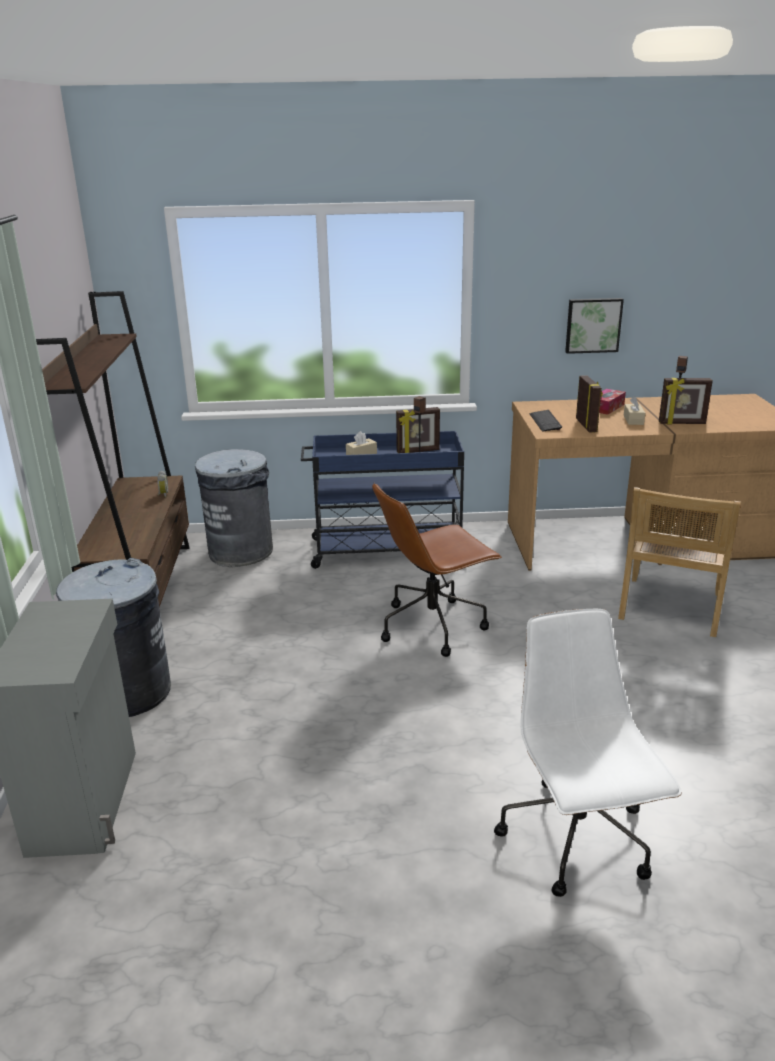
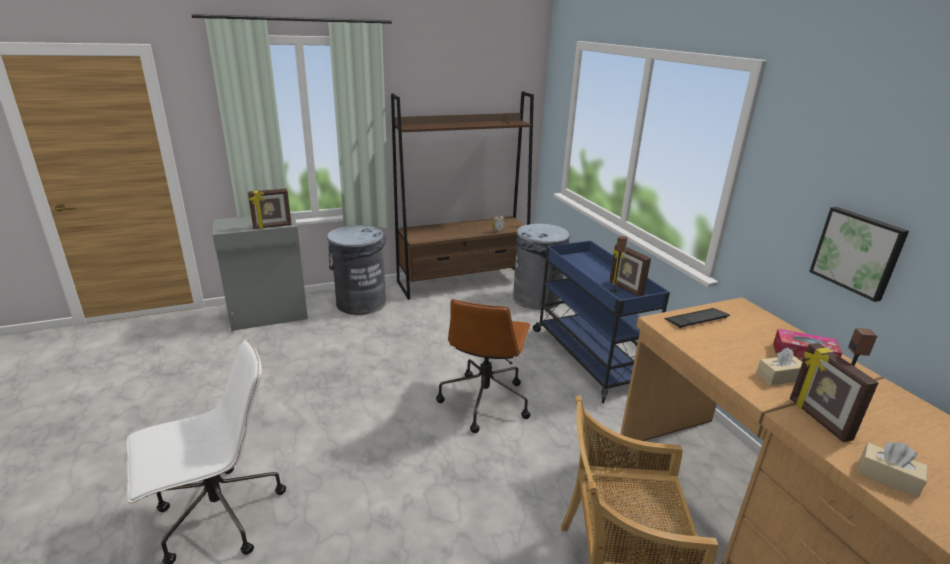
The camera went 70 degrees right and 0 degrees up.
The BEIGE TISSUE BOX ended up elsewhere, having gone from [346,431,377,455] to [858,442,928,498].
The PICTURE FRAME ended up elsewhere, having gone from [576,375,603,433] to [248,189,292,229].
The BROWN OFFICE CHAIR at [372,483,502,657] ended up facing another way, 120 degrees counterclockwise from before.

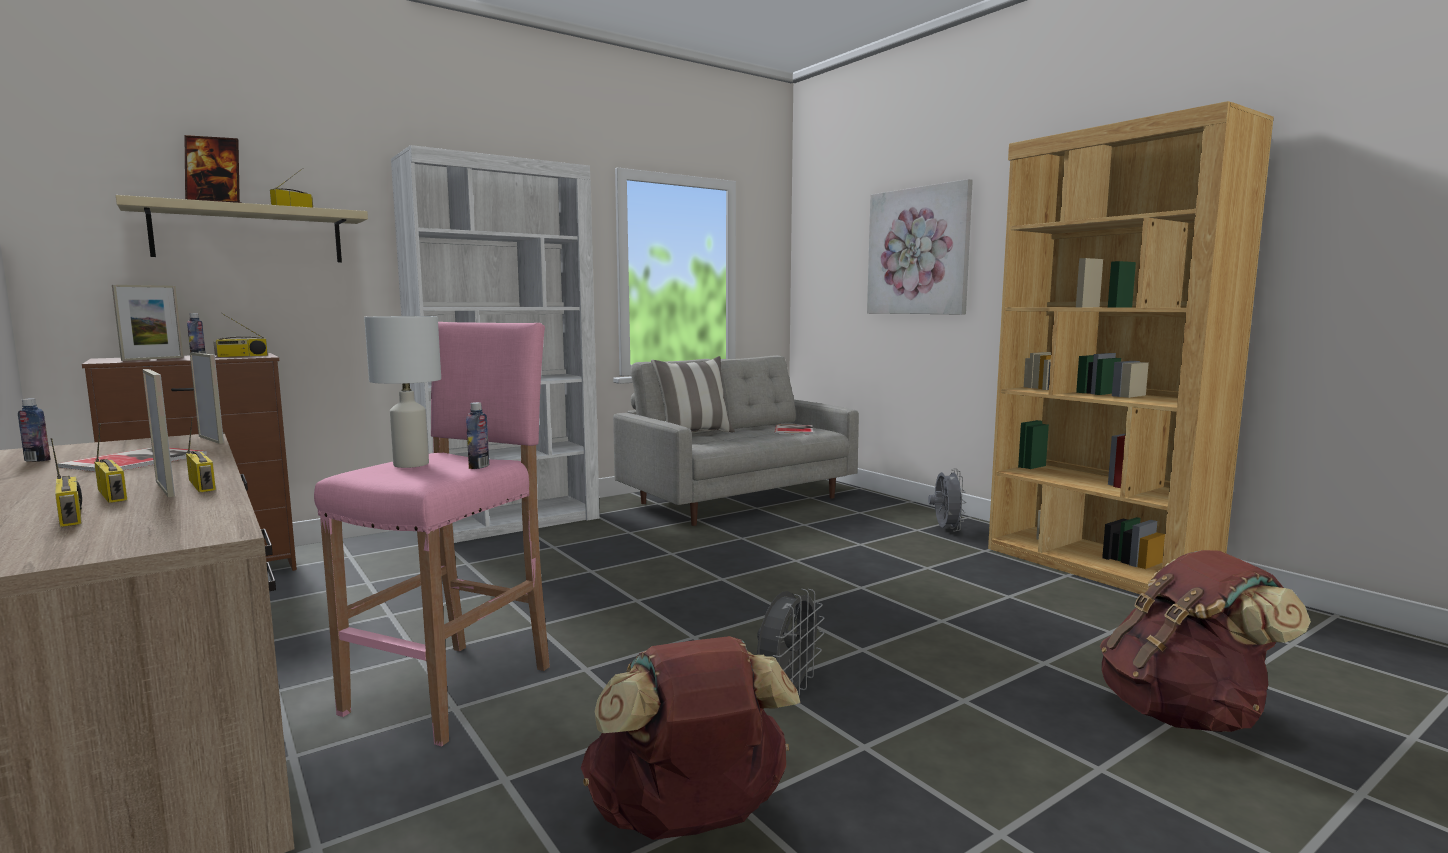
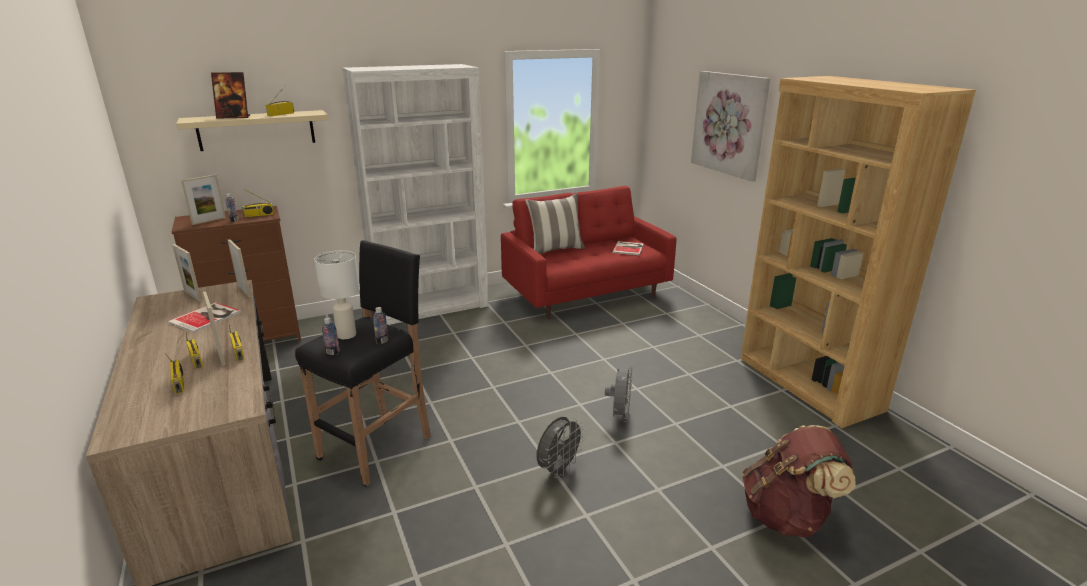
The camera went 10 degrees right and 15 degrees up.
The second view lost the BROWN BACKPACK at [581,636,801,840].
The second view gained the PICTURE FRAME at [172,244,202,302].
The BOTTLE ended up elsewhere, having gone from [18,398,51,462] to [322,317,340,355].
The GREY FAN ended up elsewhere, having gone from [928,468,966,531] to [605,366,632,422].
What was the PINK STOOL at [314,322,550,747] turned into the BLACK STOOL at [295,240,431,487].
What was the GREY SOFA at [613,355,859,526] turned into the RED SOFA at [501,186,677,319].

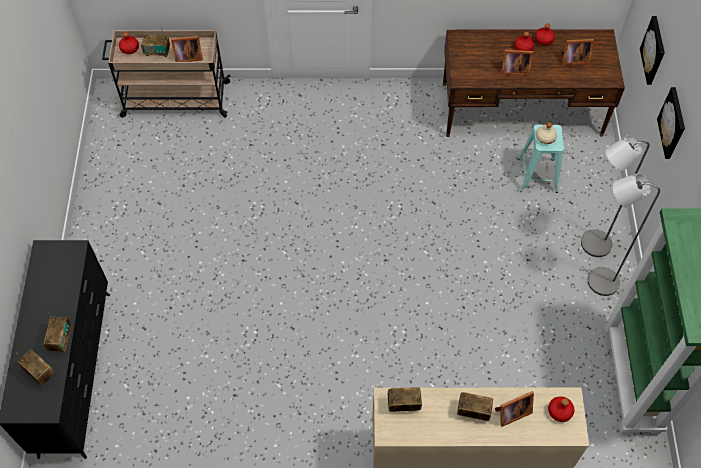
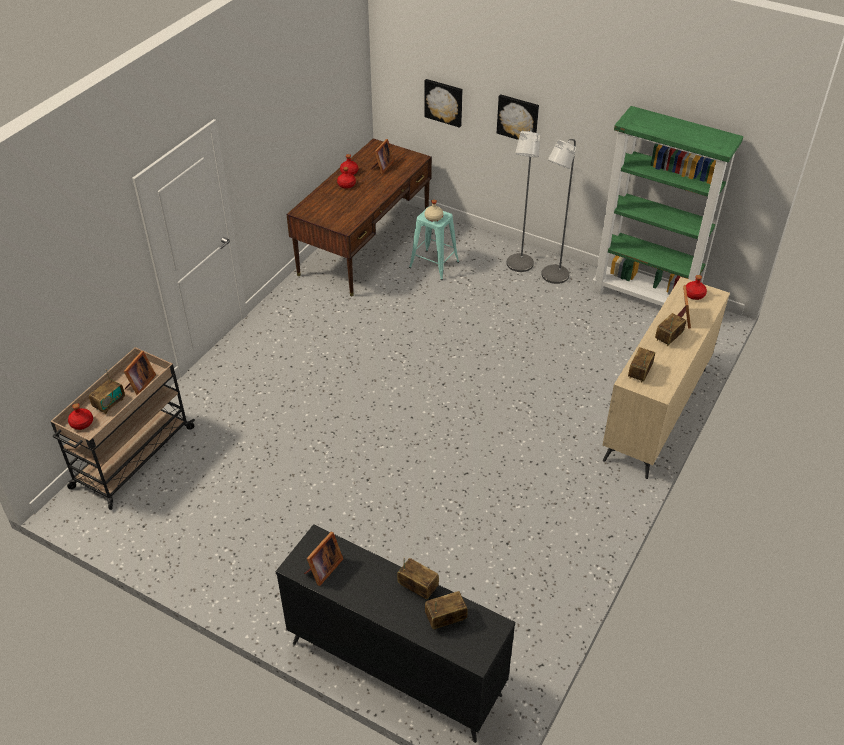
The camera went 60 degrees left and 15 degrees down.
The PICTURE FRAME ended up elsewhere, having gone from [501,50,533,76] to [304,532,343,586].

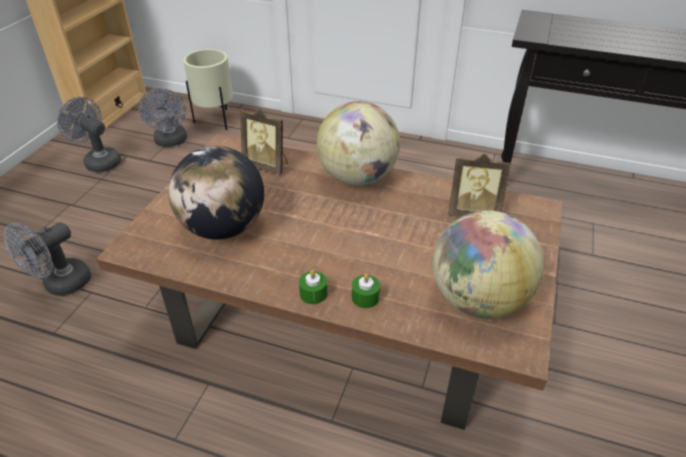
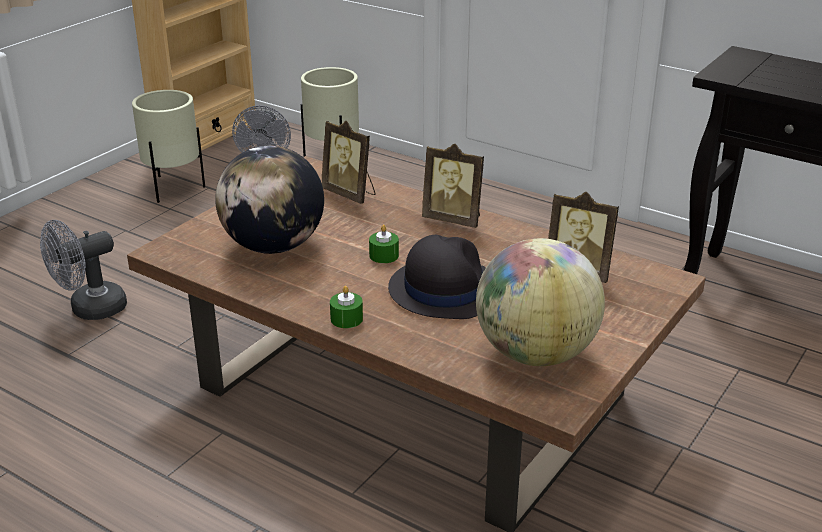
The camera went 15 degrees right and 10 degrees down.
The second view gained the BLACK HAT at [388,235,486,319].
The GREEN CANDLE ended up elsewhere, having gone from [352,274,380,308] to [369,225,399,263].
Where the GREY FAN stood at [57,97,121,173], the BEIGE PLANTER came to stand at [132,90,205,203].
Where the GLOBE stood at [317,101,400,185], the PICTURE FRAME came to stand at [422,144,484,228].

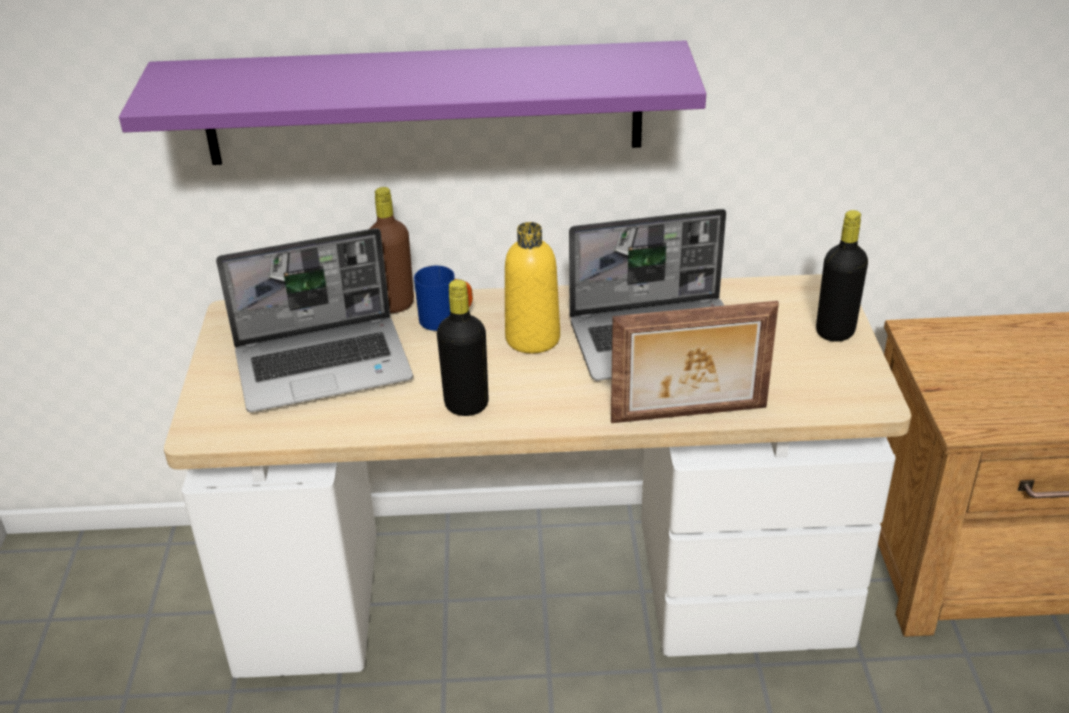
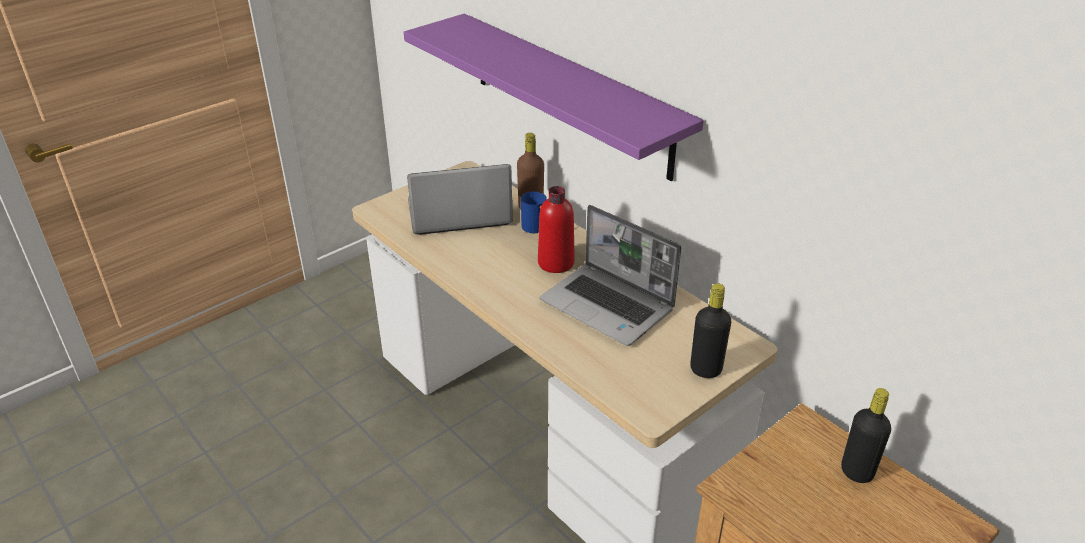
The camera went 50 degrees right and 0 degrees up.
The second view lost the PICTURE FRAME at [611,301,779,423].
The BLACK BOTTLE ended up elsewhere, having gone from [437,280,488,416] to [841,388,891,483].
What was the YELLOW BOTTLE at [505,222,560,354] turned into the RED BOTTLE at [538,186,575,273].
The LAPTOP at [216,228,413,412] ended up facing another way, 135 degrees clockwise from before.

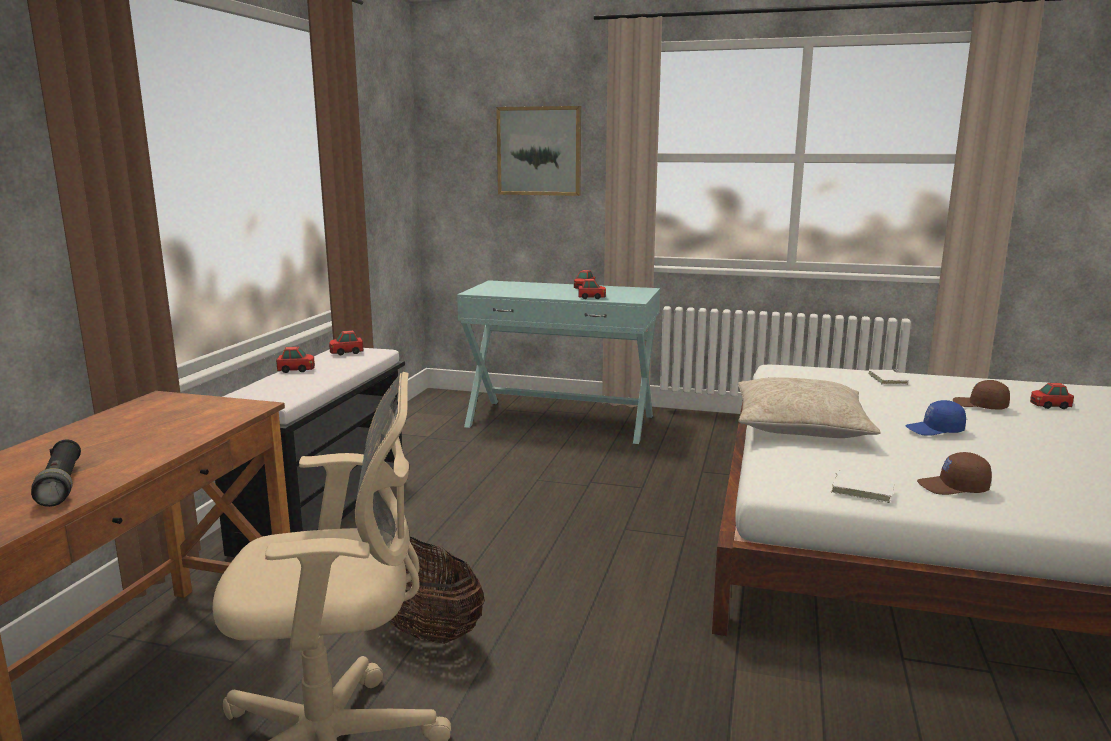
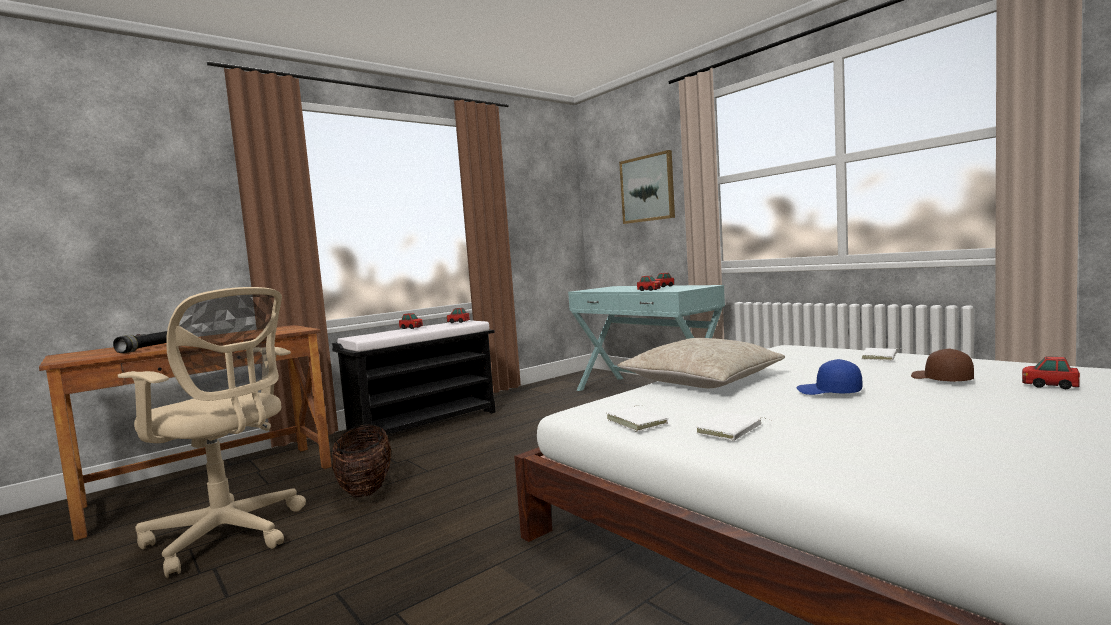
The camera went 35 degrees right and 10 degrees down.
Where the BROWN CAP stood at [917,452,992,495], the WHITE BOOK came to stand at [696,412,774,441].

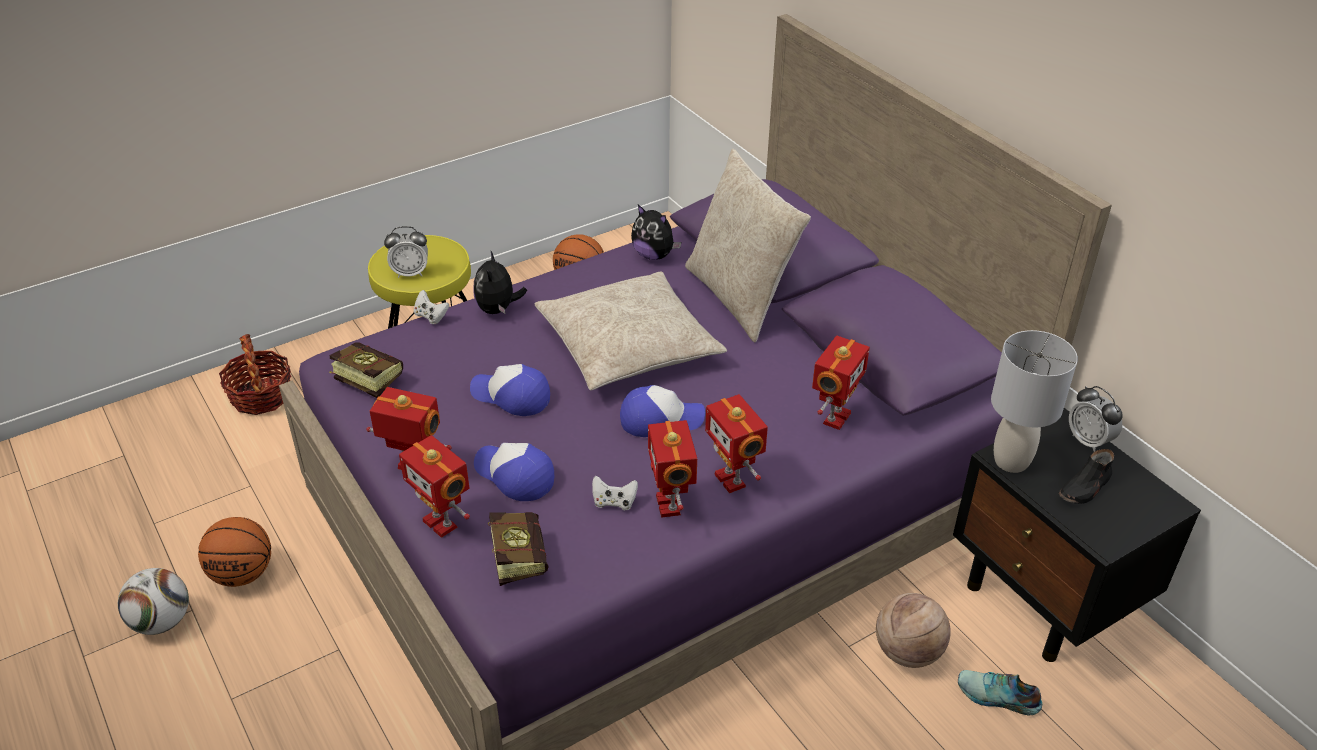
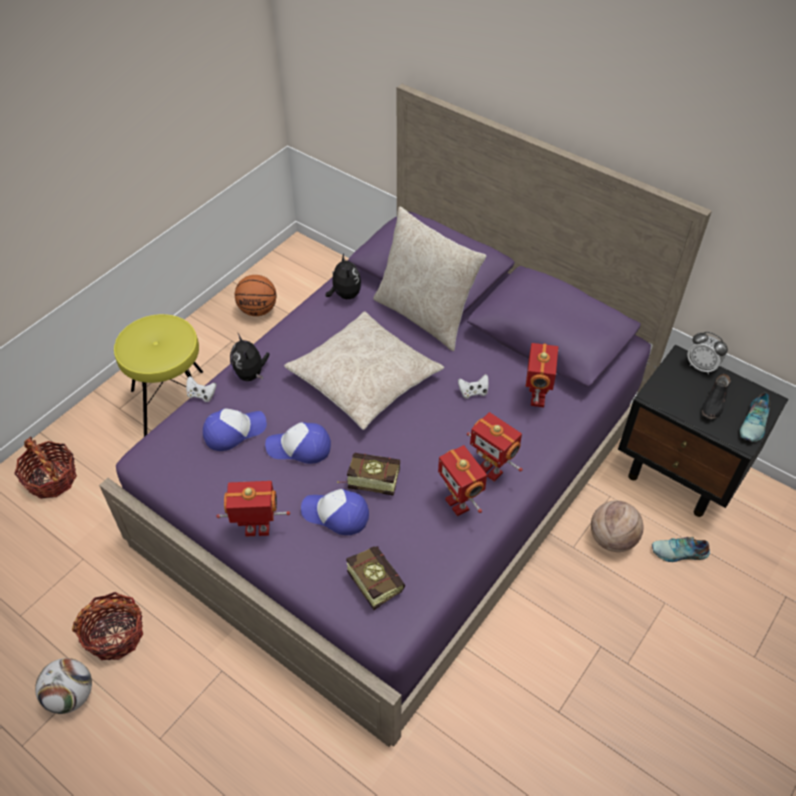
The camera went 20 degrees left and 10 degrees up.
The second view lost the ALARM CLOCK at [384,226,428,278].
The second view lost the TOY ROBOT at [399,435,470,538].
The second view lost the GREY TABLE LAMP at [991,330,1078,473].
The second view gained the SHOE at [739,393,770,442].
The BOOK ended up elsewhere, having gone from [330,342,403,398] to [337,453,400,496].
The WHITE GAME CONTROLLER ended up elsewhere, having gone from [592,476,638,510] to [458,374,489,399].
The CAP ended up elsewhere, having gone from [620,385,705,437] to [203,408,267,451].
Where the BASKETBALL stood at [198,517,271,587], the BASKET came to stand at [72,592,143,660].
The PLUSH TOY at [631,205,681,260] ended up facing another way, 120 degrees counterclockwise from before.

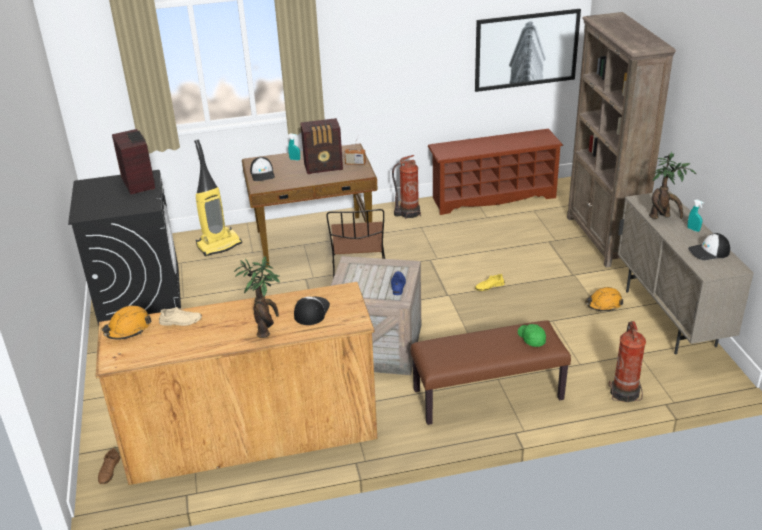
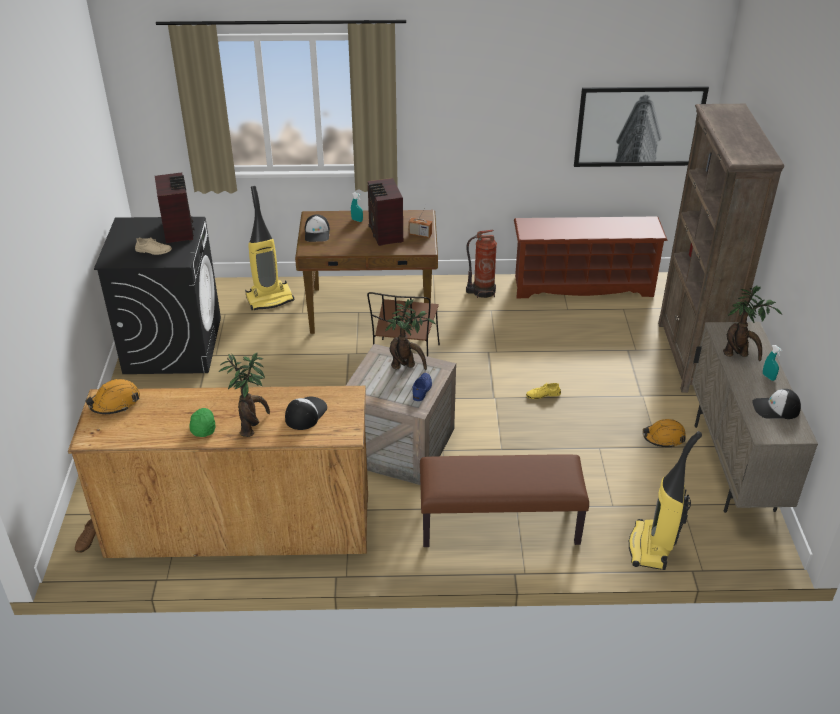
The camera went 10 degrees right and 5 degrees up.
The second view gained the POTTED PLANT at [385,299,436,370].
The BEIGE SHOE ended up elsewhere, having gone from [159,307,202,326] to [135,238,172,255].
The GREEN CAP ended up elsewhere, having gone from [518,324,546,347] to [189,408,216,437].
Where the FIRE EXTINGUISHER stood at [609,321,646,402], the VACUUM CLEANER came to stand at [629,431,702,570].
The RADIO at [300,118,343,174] ended up facing another way, 75 degrees clockwise from before.

